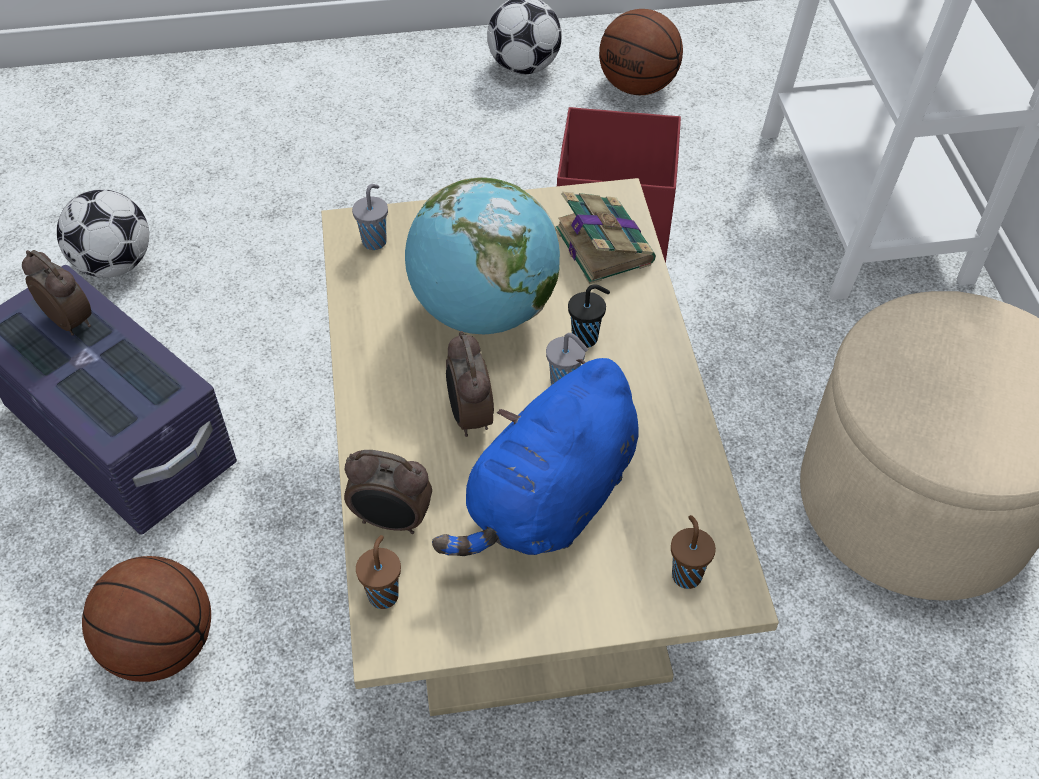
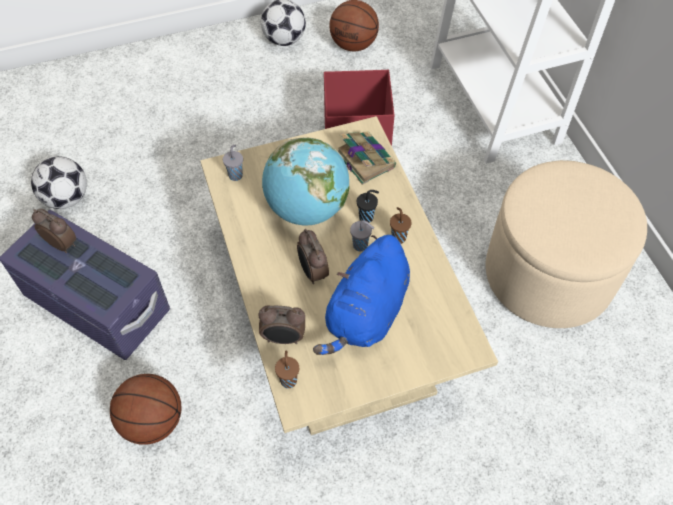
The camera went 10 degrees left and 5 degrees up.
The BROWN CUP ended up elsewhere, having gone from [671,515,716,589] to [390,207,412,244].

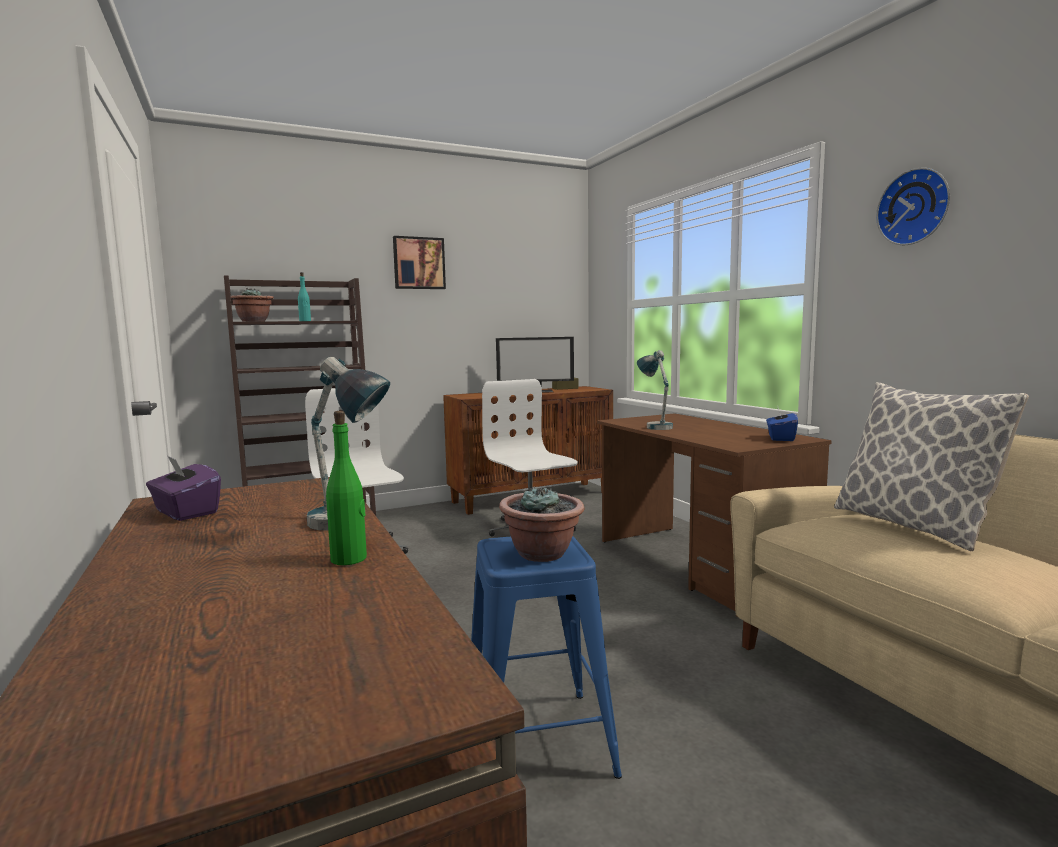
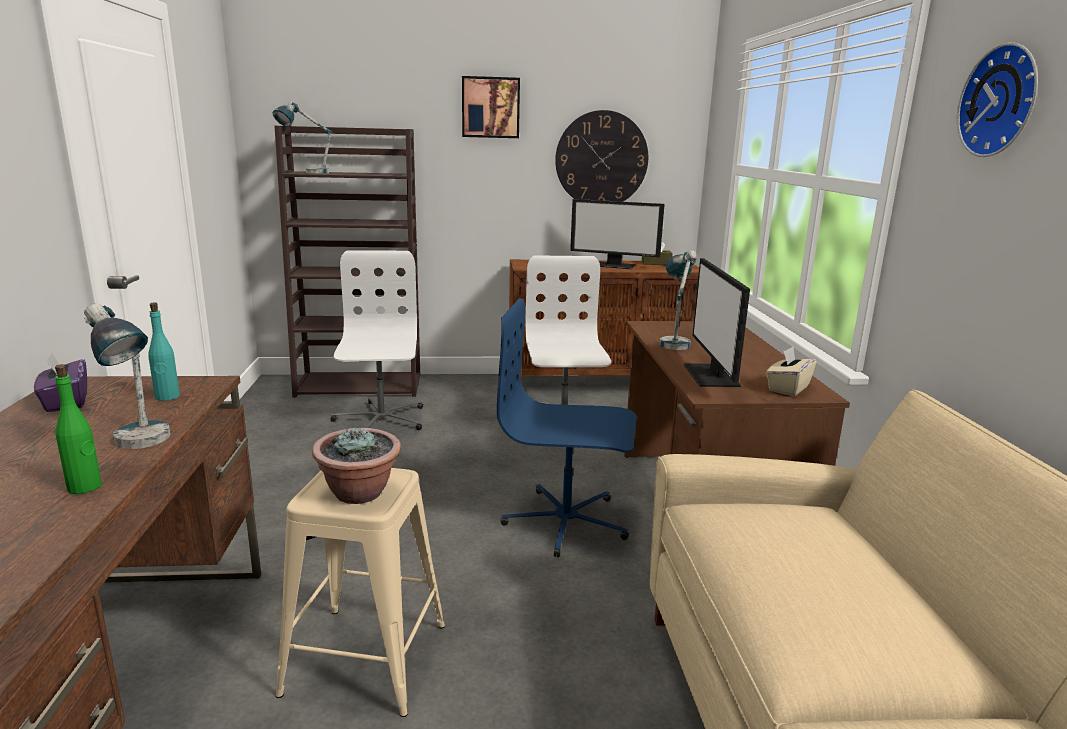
The camera went 20 degrees right and 10 degrees up.
The second view lost the PILLOW at [834,382,1029,551].
The second view gained the BLUE OFFICE CHAIR at [497,298,637,557].
The second view gained the WALL CLOCK at [555,110,648,202].
The second view gained the MONITOR at [684,258,750,387].
The TURQUOISE BOTTLE ended up elsewhere, having gone from [298,272,311,321] to [148,302,180,401].
Where the POTTED PLANT stood at [230,288,274,322], the TABLE LAMP came to stand at [273,101,333,174].
What was the BLUE STOOL at [471,536,622,779] turned into the BEIGE STOOL at [275,468,445,717].
What was the BLUE TISSUE BOX at [766,408,798,441] turned into the BEIGE TISSUE BOX at [766,347,816,396].

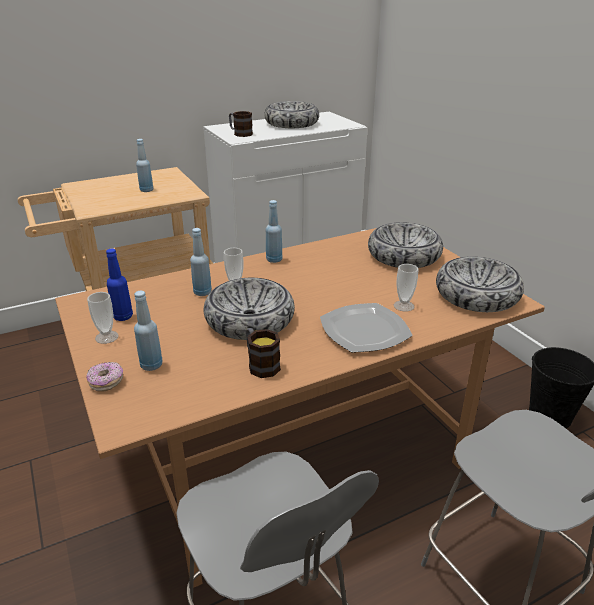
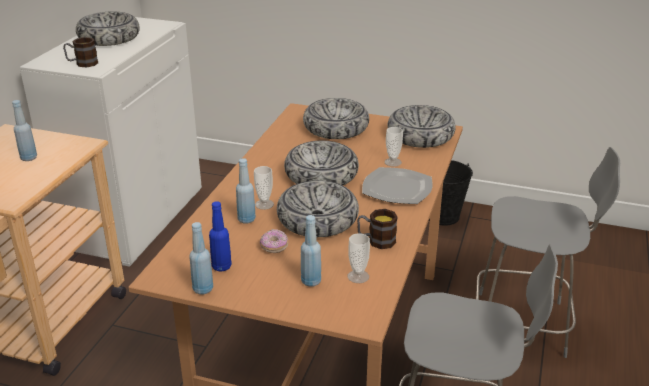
The camera went 45 degrees left and 0 degrees up.
The second view gained the BOWL at [284,141,359,185].
The DONUT ended up elsewhere, having gone from [86,362,123,392] to [260,229,288,253].
The CUP ended up elsewhere, having gone from [87,292,119,344] to [348,233,370,283].
The BLUE BOTTLE ended up elsewhere, having gone from [266,200,282,263] to [189,222,213,294].

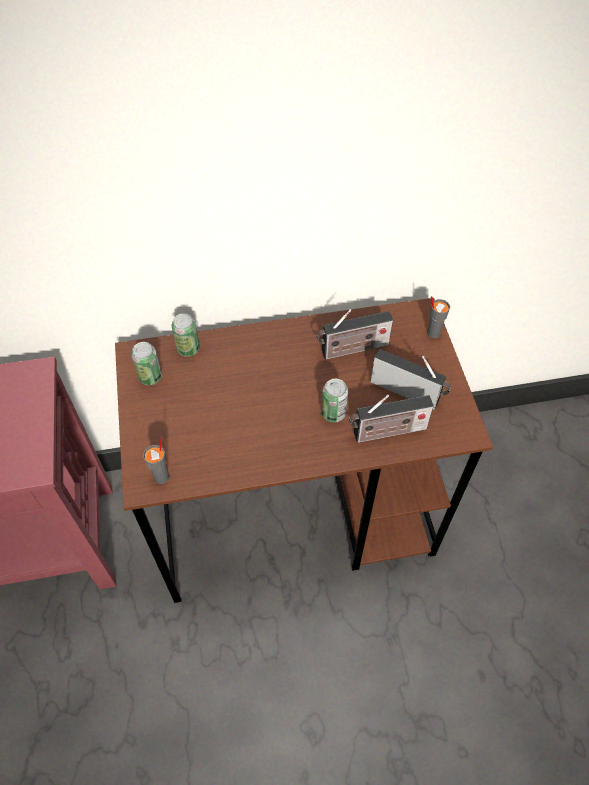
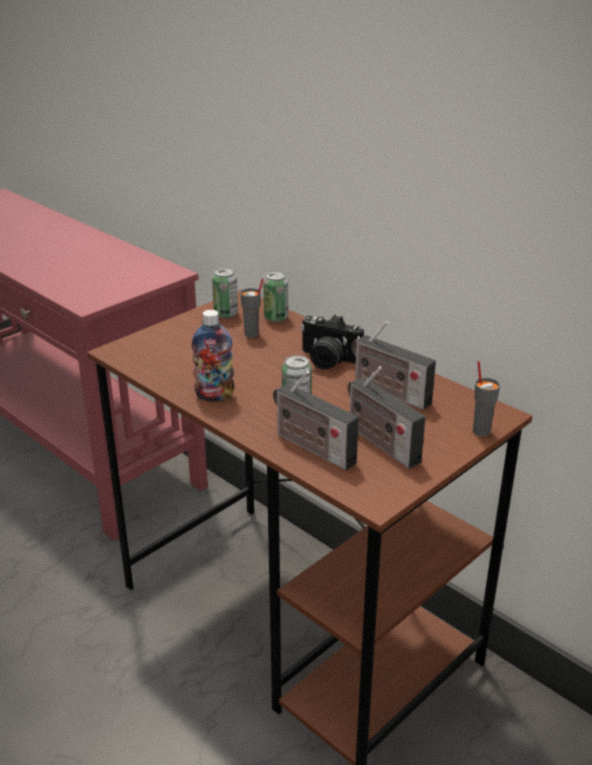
The camera went 55 degrees right and 25 degrees down.
The second view gained the BOTTLE at [191,310,235,401].
The second view gained the PHOTO CAMERA at [300,315,364,370].
The GREY CUP ended up elsewhere, having gone from [143,437,169,484] to [240,278,264,338].
The RADIO at [370,349,451,410] ended up facing another way, 150 degrees clockwise from before.

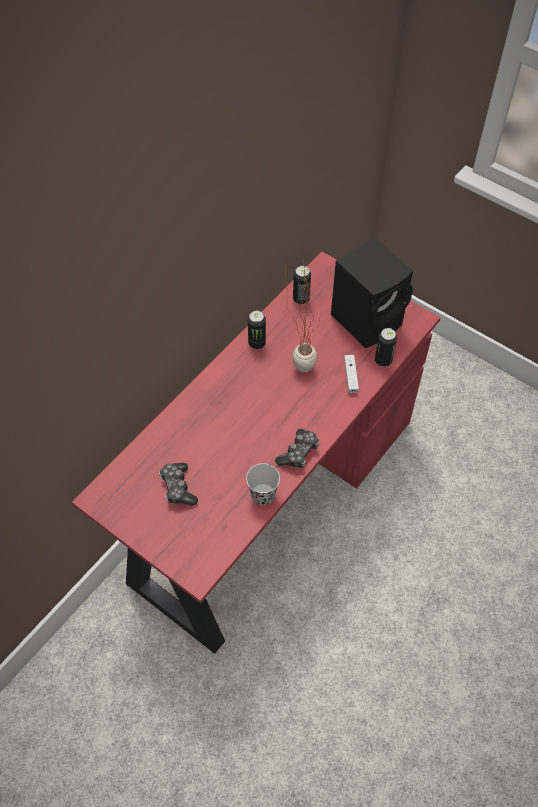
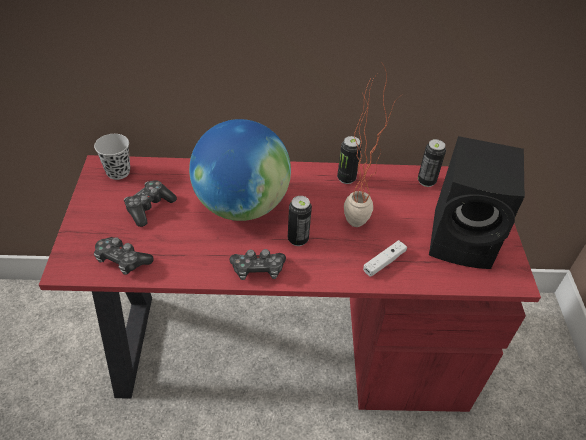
The camera went 50 degrees right and 10 degrees down.
The second view gained the GAME CONTROLLER at [94,237,154,275].
The second view gained the GLOBE at [189,119,291,221].
The BLACK CUP ended up elsewhere, having gone from [246,463,280,505] to [94,134,130,180].
The CAN ended up elsewhere, having gone from [375,328,397,367] to [288,196,312,246].

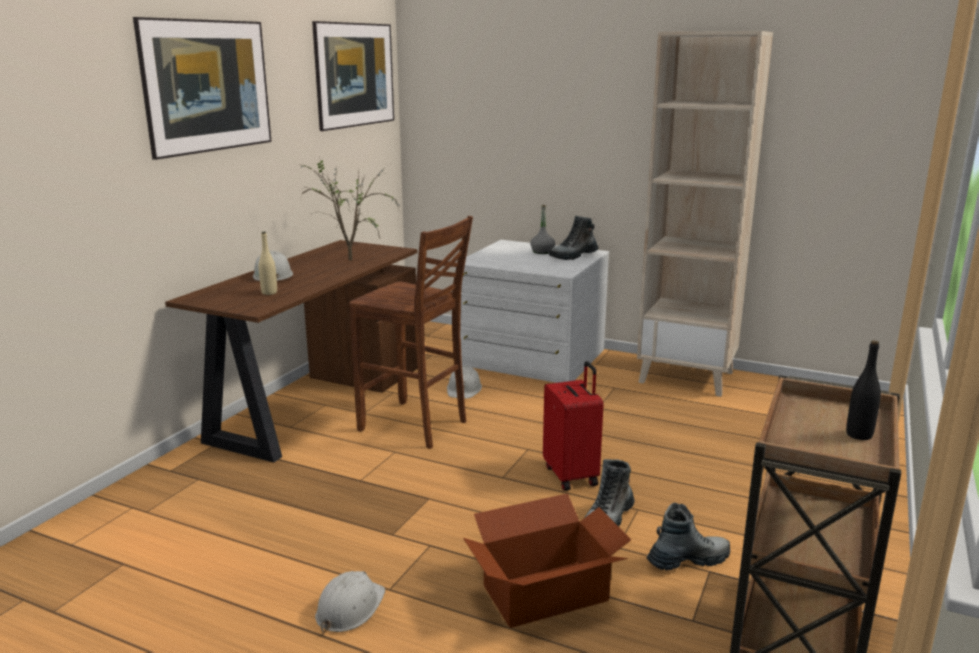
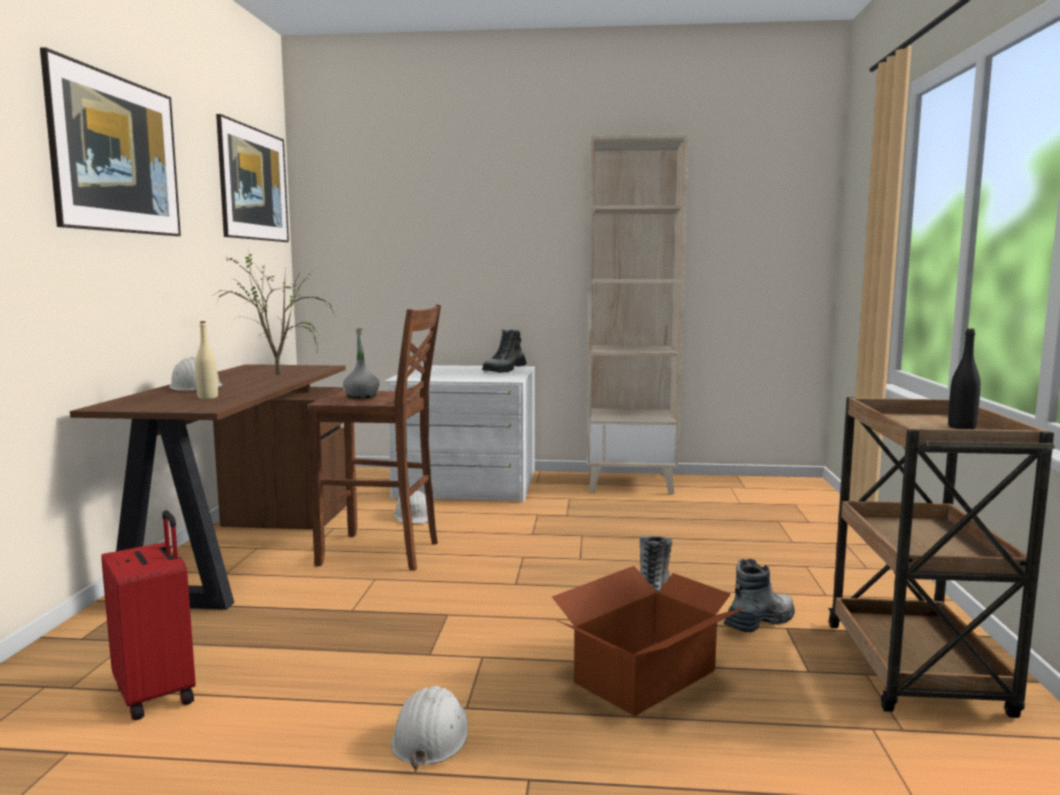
The camera went 20 degrees left and 10 degrees down.
The GREY BOTTLE ended up elsewhere, having gone from [530,205,555,254] to [343,328,380,399].
The RED SUITCASE ended up elsewhere, having gone from [543,361,604,491] to [101,510,196,721].

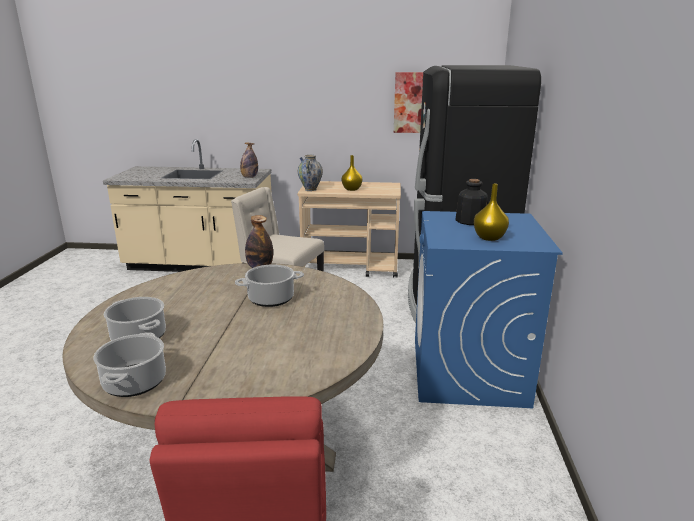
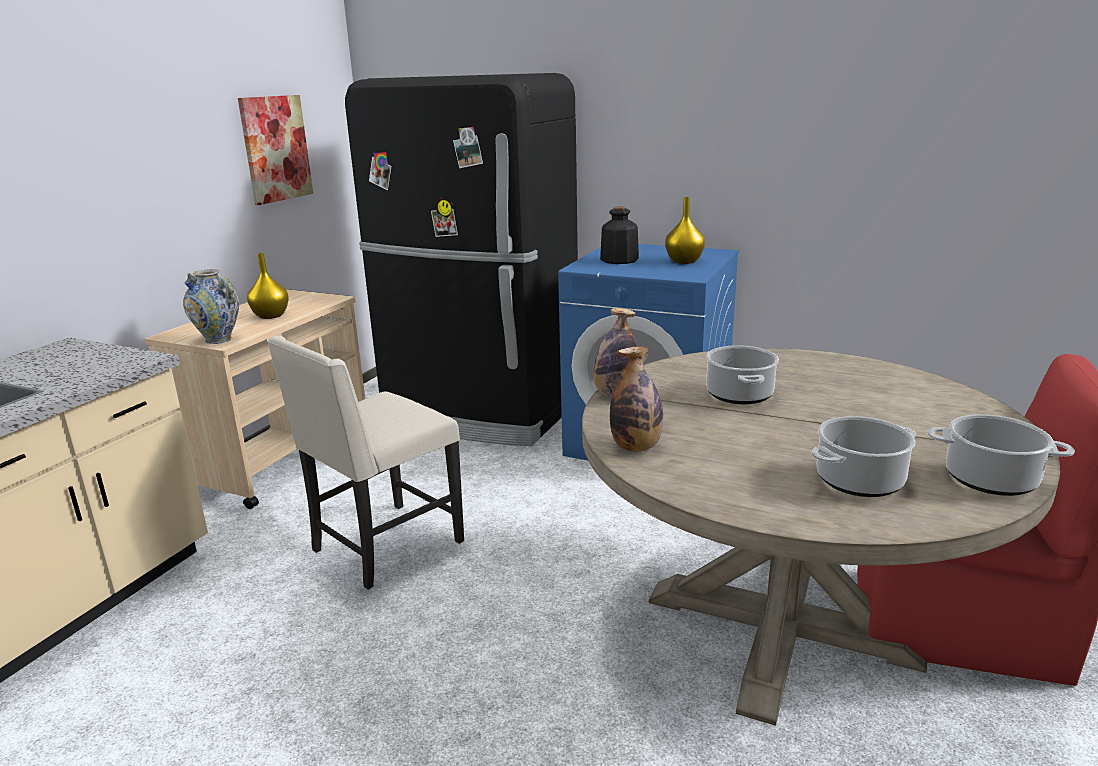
The camera went 70 degrees left and 0 degrees up.
The BOTTLE ended up elsewhere, having gone from [240,142,258,178] to [610,346,663,452].

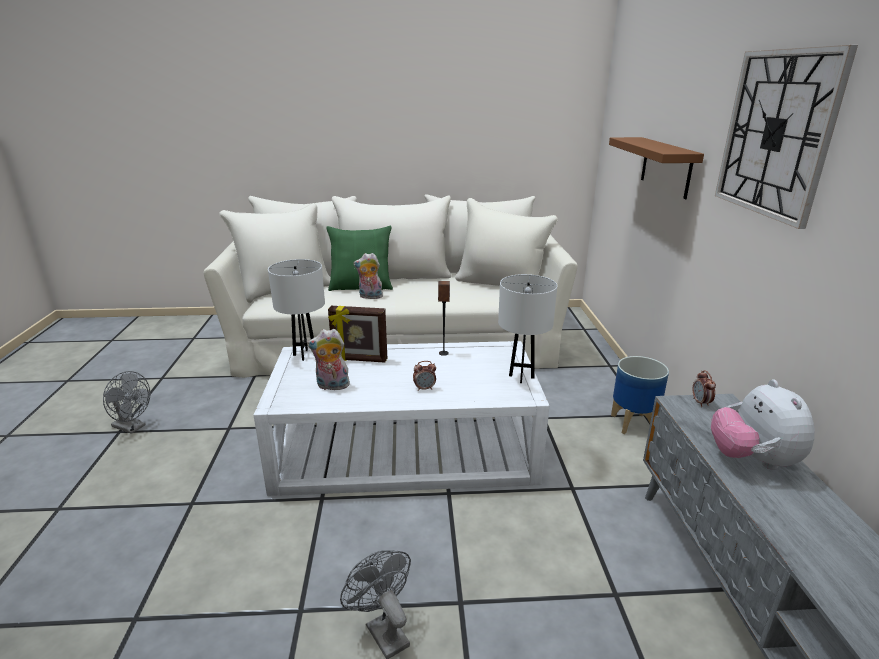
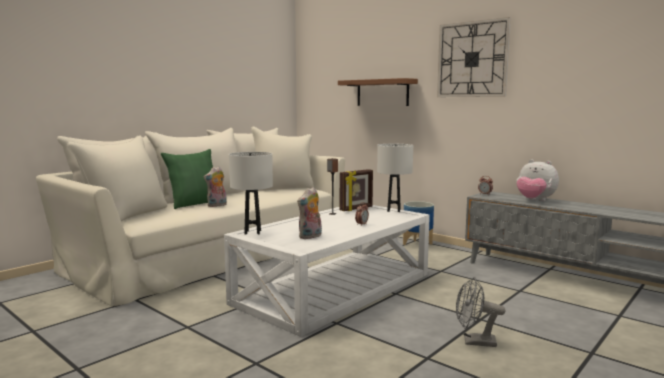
The camera went 45 degrees left and 15 degrees down.
The second view lost the GREY FAN at [103,371,151,434].
The PICTURE FRAME ended up elsewhere, having gone from [328,306,387,363] to [340,169,373,211].

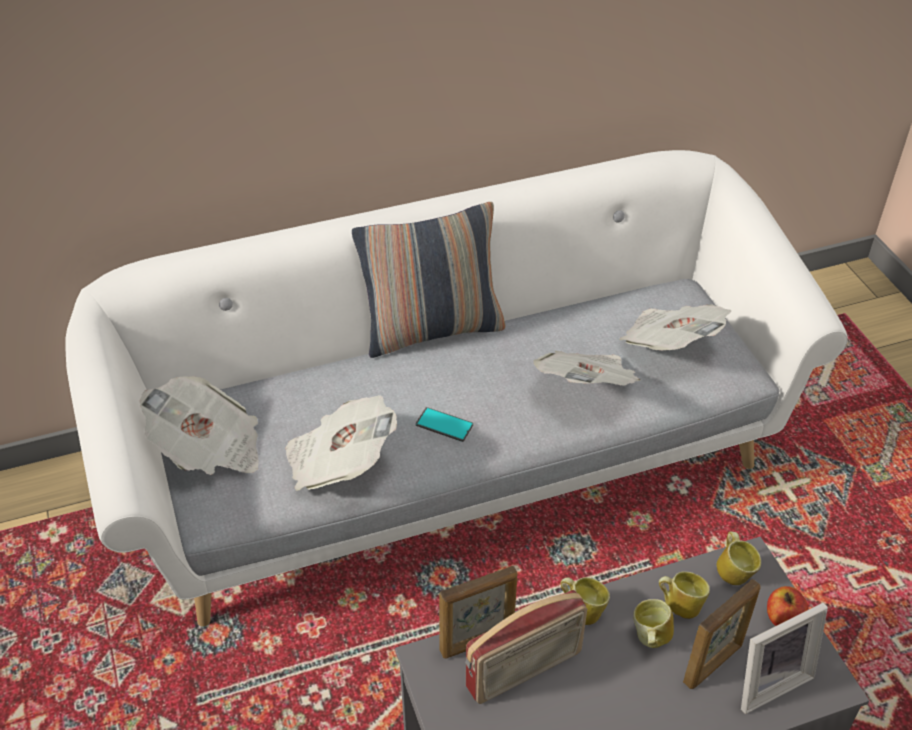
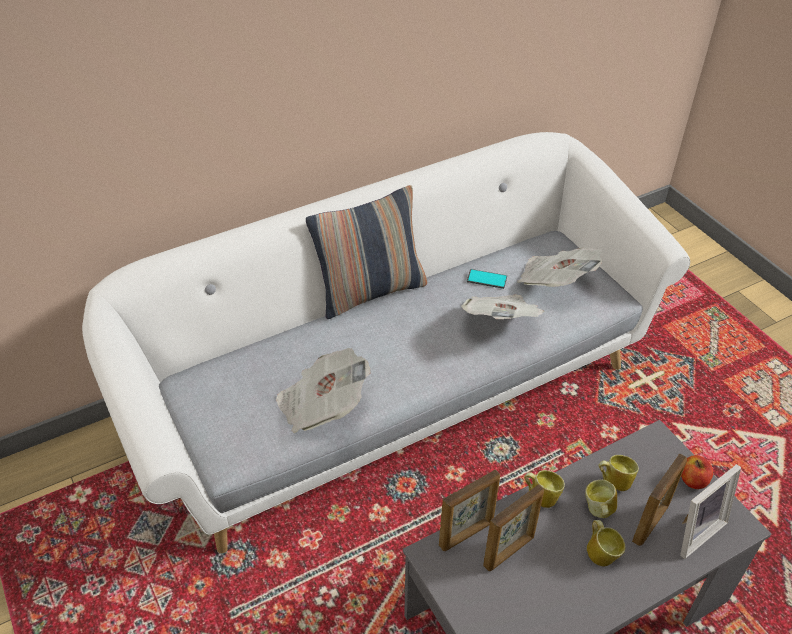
The camera went 10 degrees left and 0 degrees up.
The second view lost the NEWSPAPER at [140,376,259,475].
The PHONE ended up elsewhere, having gone from [416,407,473,442] to [467,269,507,289].
The MUG ended up elsewhere, having gone from [716,531,761,585] to [587,520,625,566].
Where the RADIO stood at [466,590,587,704], the PICTURE FRAME came to stand at [483,484,544,571].

